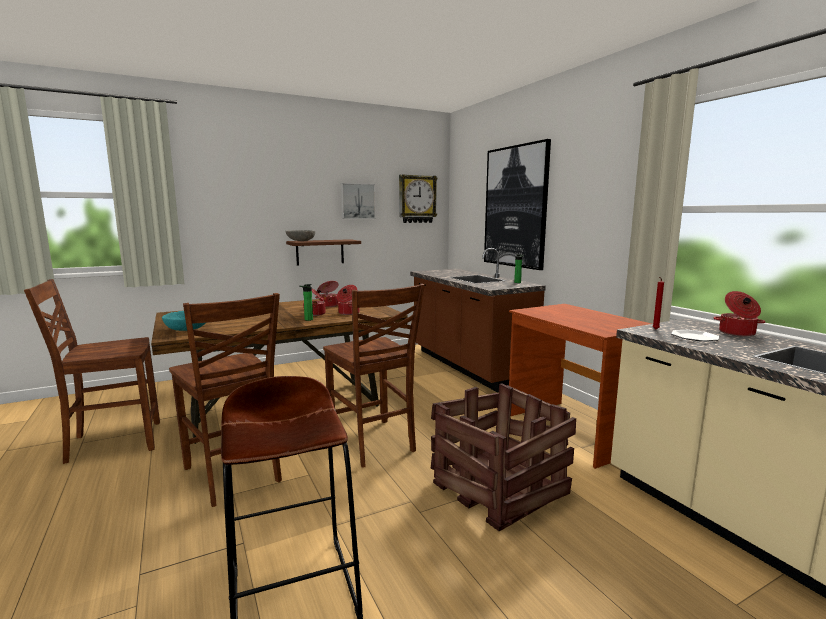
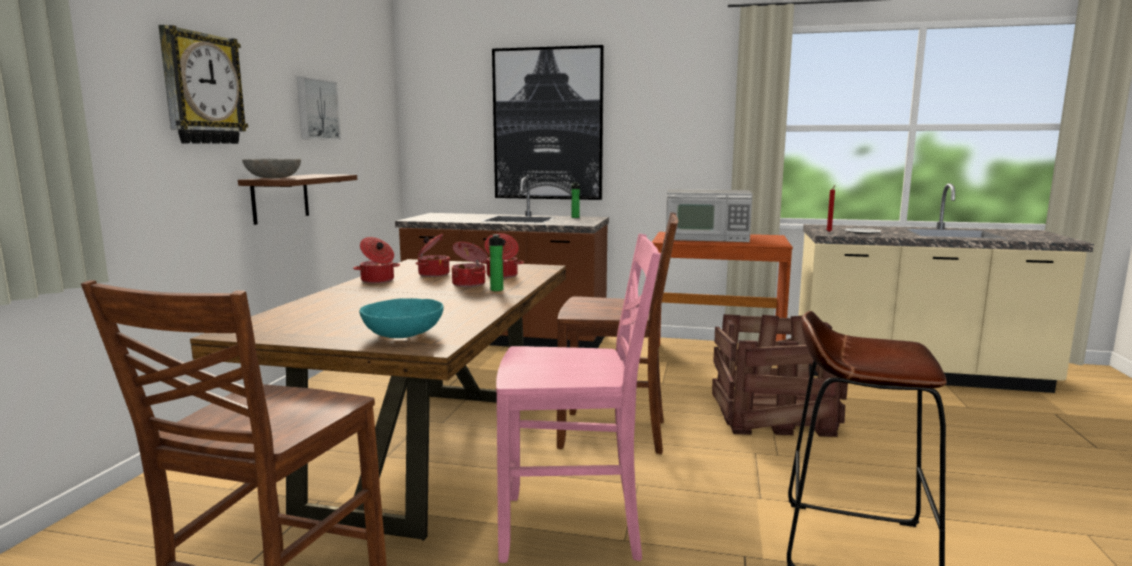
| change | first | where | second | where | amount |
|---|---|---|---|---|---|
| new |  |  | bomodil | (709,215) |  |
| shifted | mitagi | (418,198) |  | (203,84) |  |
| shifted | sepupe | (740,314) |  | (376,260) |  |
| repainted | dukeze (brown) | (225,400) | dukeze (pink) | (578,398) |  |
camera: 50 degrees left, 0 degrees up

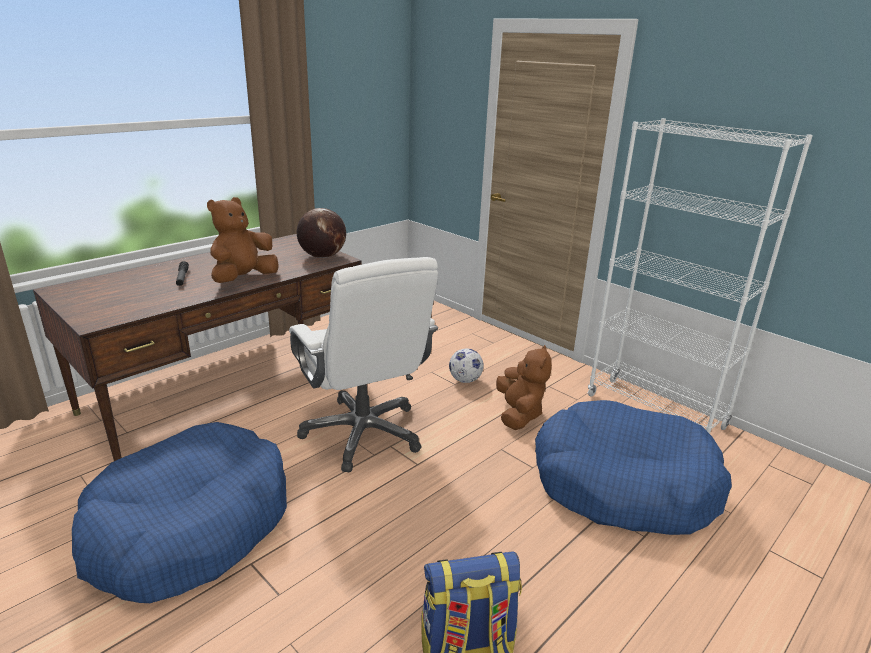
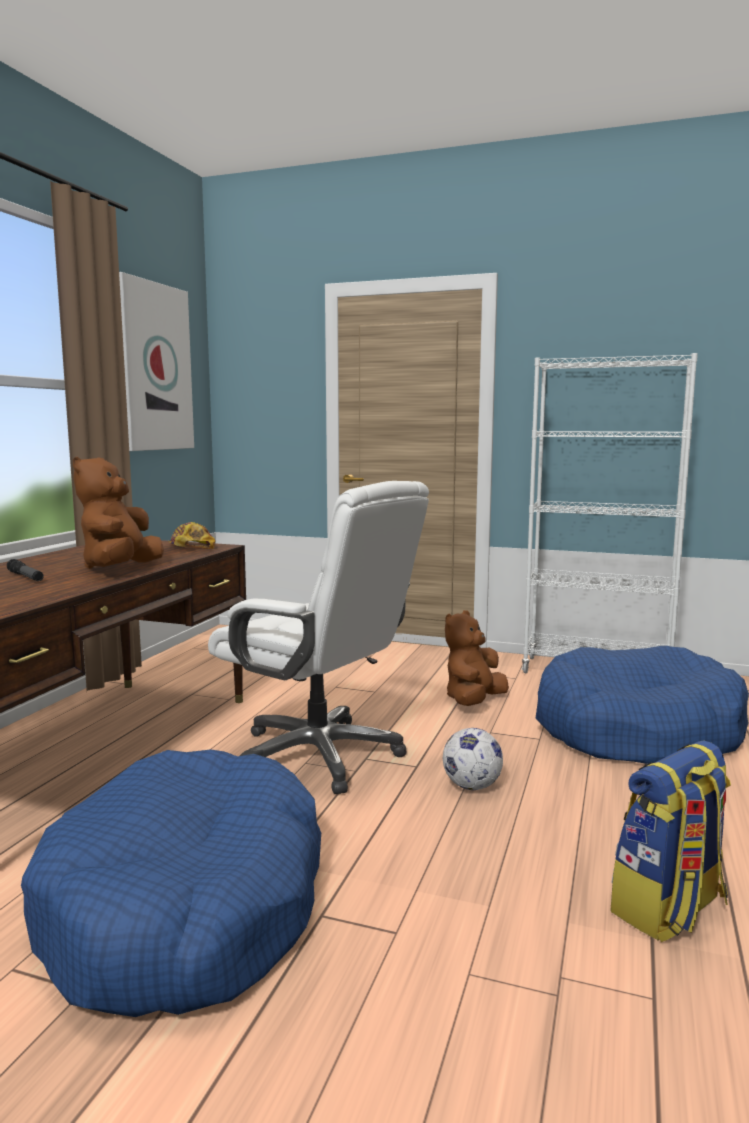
| change | first | where | second | where | amount |
|---|---|---|---|---|---|
| new |  |  | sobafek | (156,361) |  |
| shifted | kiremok | (466,365) |  | (473,759) |  |
| swapped | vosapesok | (321,233) | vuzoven | (191,535) |  |
| rotated | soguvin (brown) | (524,387) |  | (477,658) | 120 degrees counterclockwise |
camera: 25 degrees left, 15 degrees down

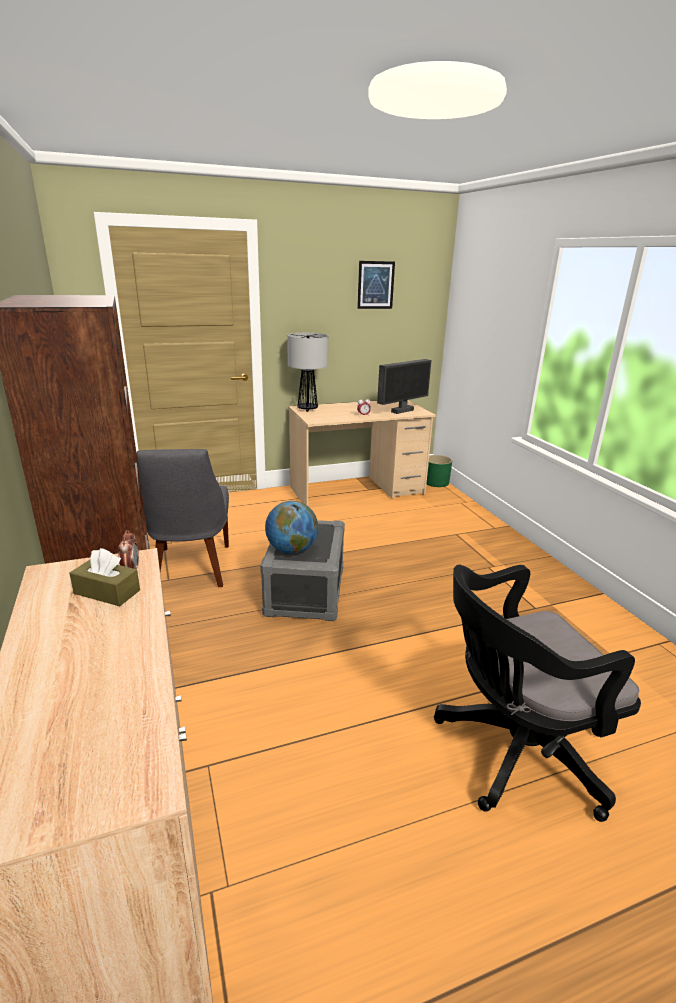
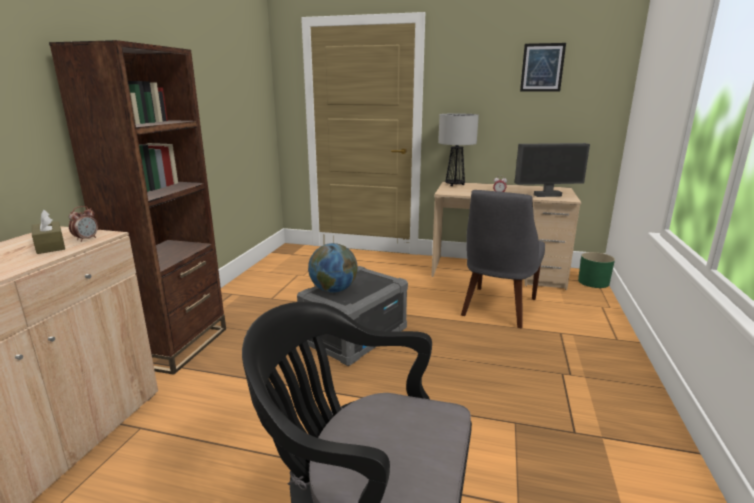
| change | first | where | second | where | amount |
|---|---|---|---|---|---|
| shifted | dukeze (grey) | (182,518) |  | (503,259) |  |
camera: 35 degrees right, 5 degrees down

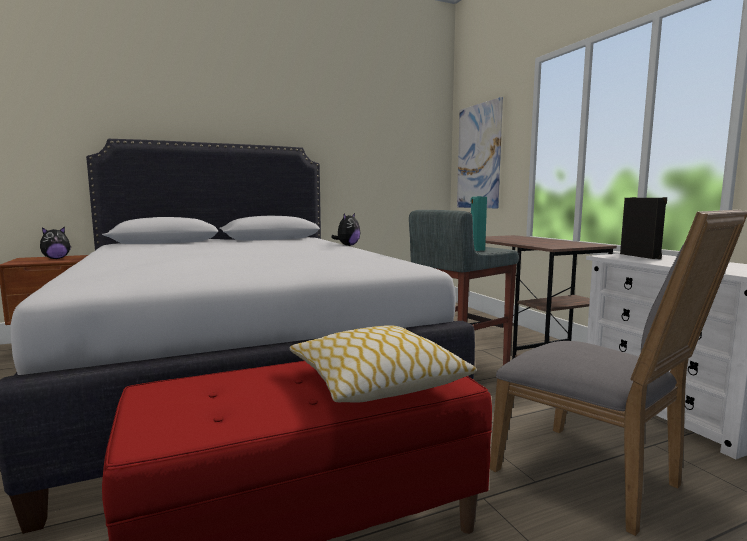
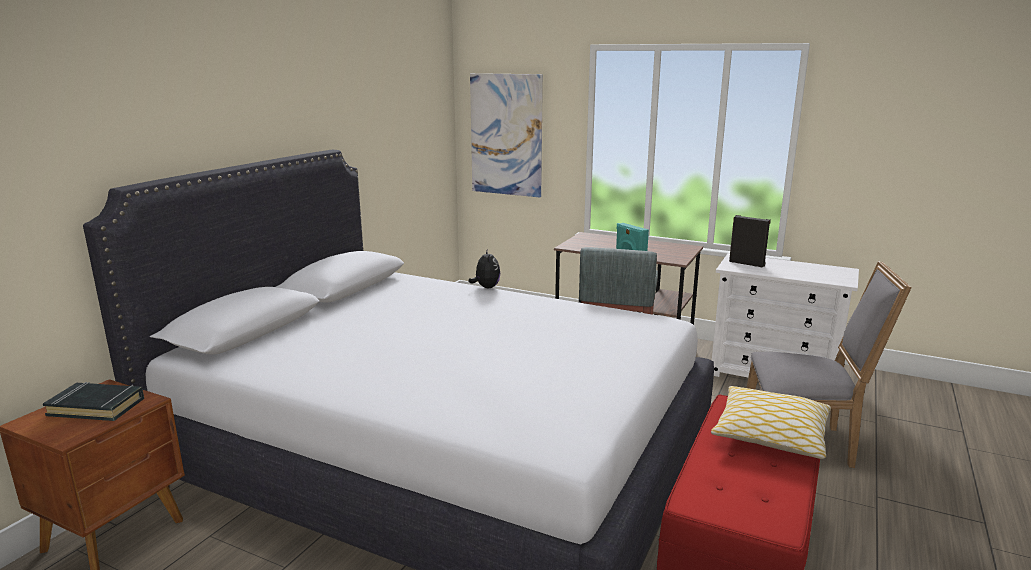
| change | first | where | second | where | amount |
|---|---|---|---|---|---|
| swapped | soguvin | (55,243) | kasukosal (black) | (93,401) |  |
camera: 40 degrees left, 10 degrees up

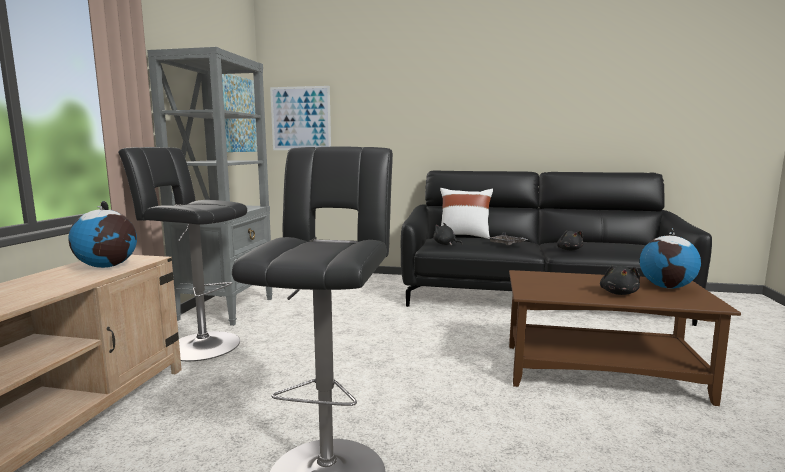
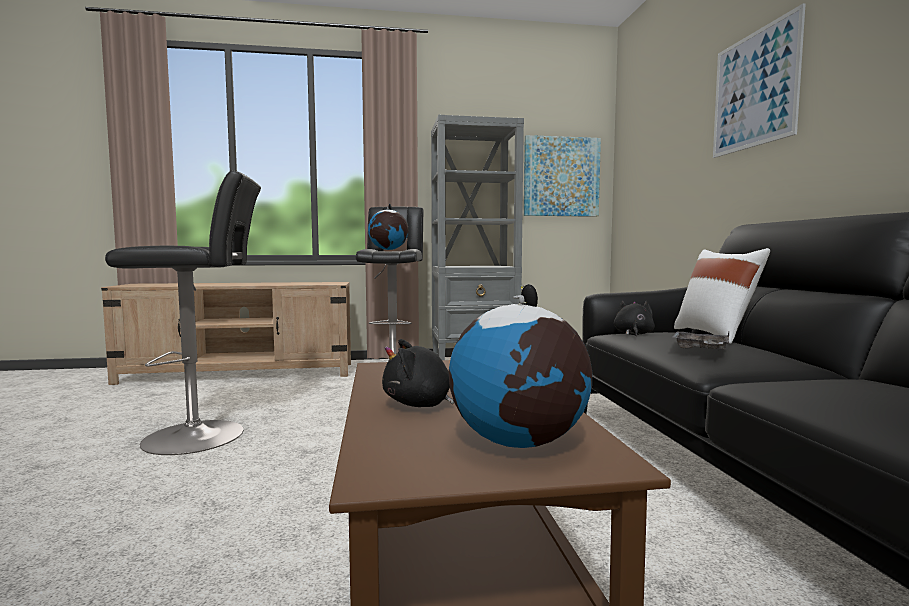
| change | first | where | second | where | amount |
|---|---|---|---|---|---|
| gone | soguvin (black) | (570,240) |  |  |  |
| shifted | vosapesok | (102,234) |  | (388,227) |  |
| shifted | sobafek | (300,118) |  | (759,80) |  |
camera: 70 degrees right, 5 degrees down

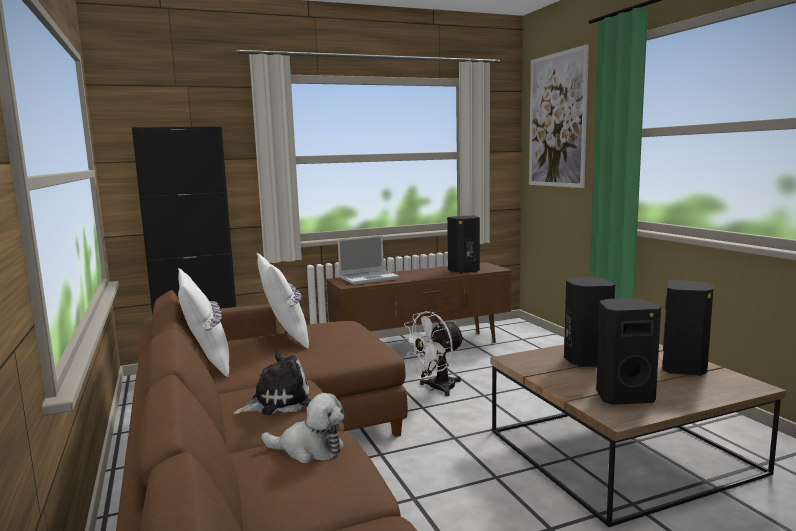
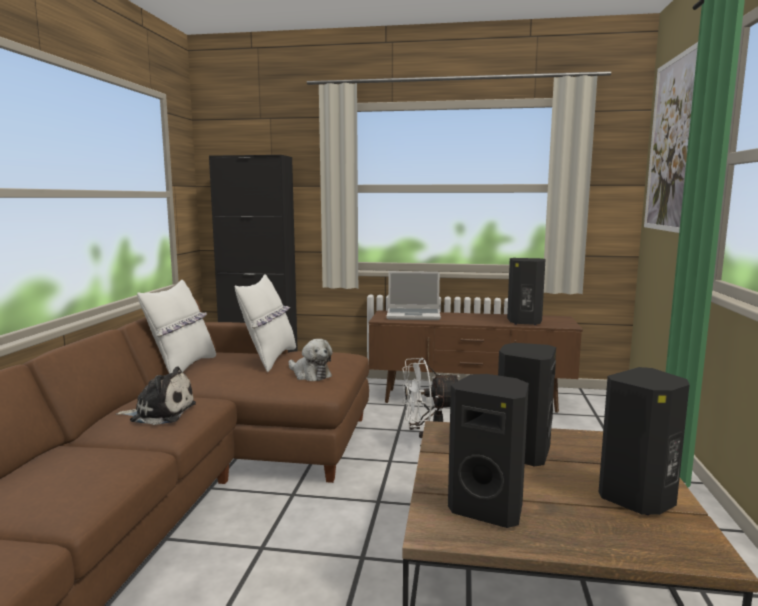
| change | first | where | second | where | amount |
|---|---|---|---|---|---|
| shifted | soguvin | (303,428) |  | (311,360) |  |
camera: 30 degrees right, 0 degrees up

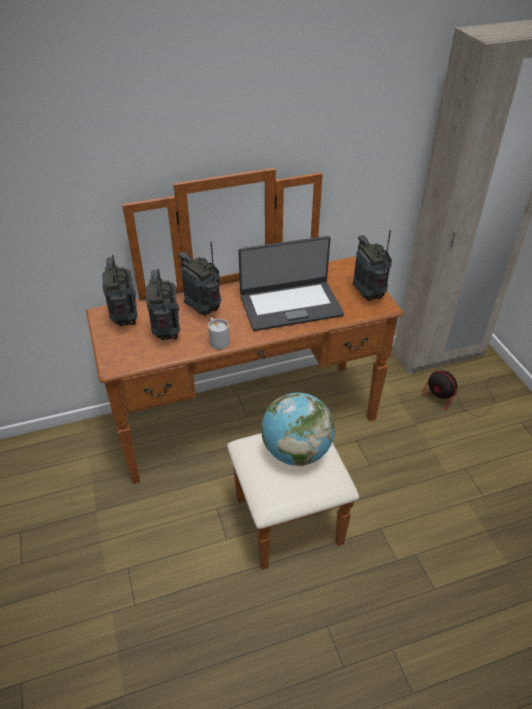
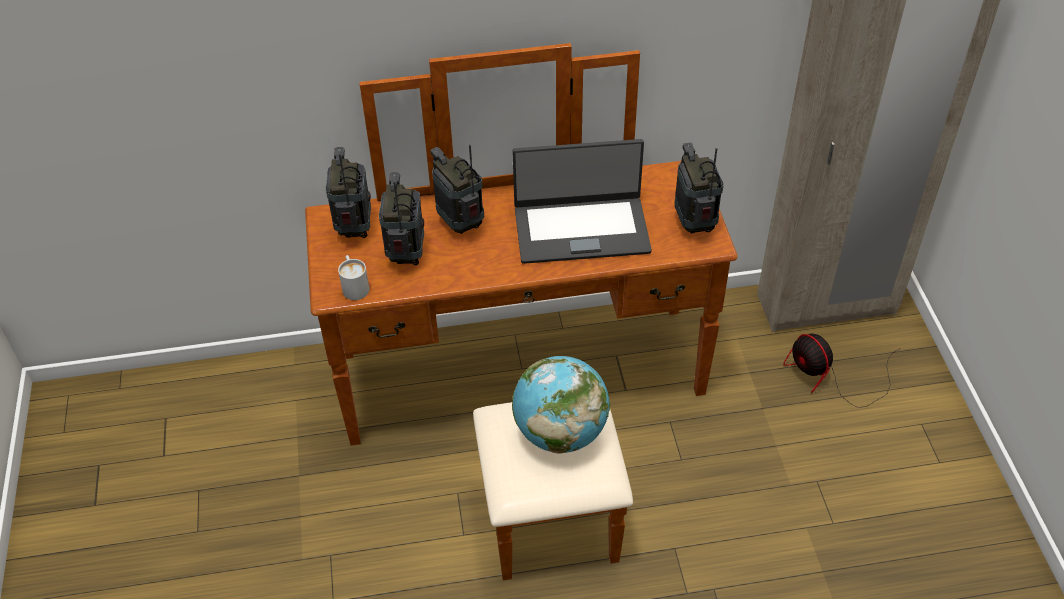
| change | first | where | second | where | amount |
|---|---|---|---|---|---|
| shifted | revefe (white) | (218,333) |  | (353,277) |  |
camera: 10 degrees right, 5 degrees up

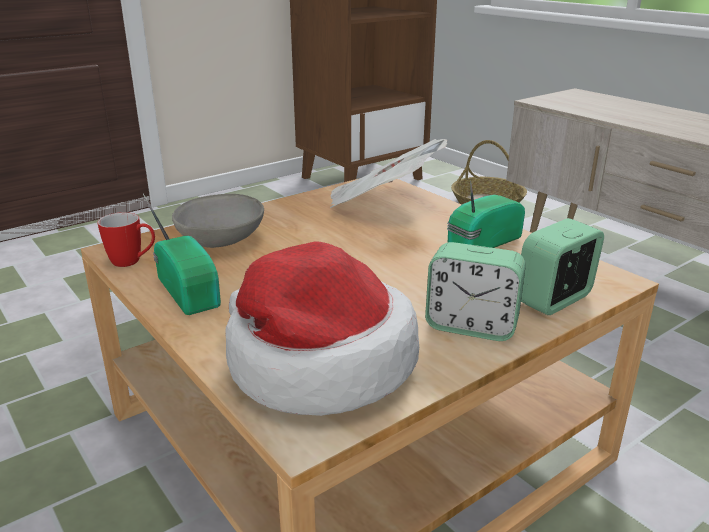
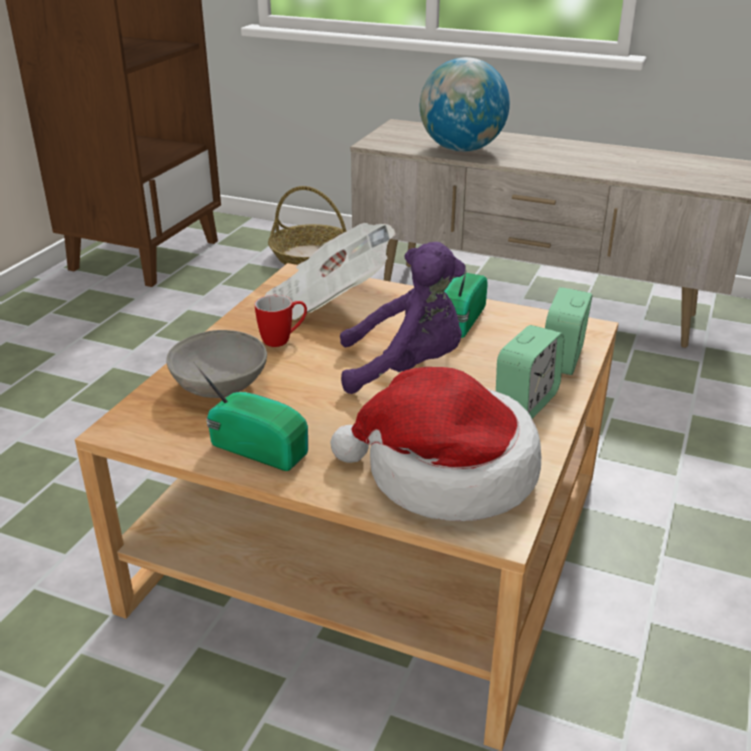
| change | first | where | second | where | amount |
|---|---|---|---|---|---|
| new |  |  | soguvin (purple) | (403,318) |  |
| new |  |  | vosapesok | (465,104) |  |
| shifted | revefe | (126,239) |  | (281,321) |  |
| rotated | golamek | (475,291) |  | (530,372) | 45 degrees counterclockwise |
camera: 30 degrees left, 5 degrees up

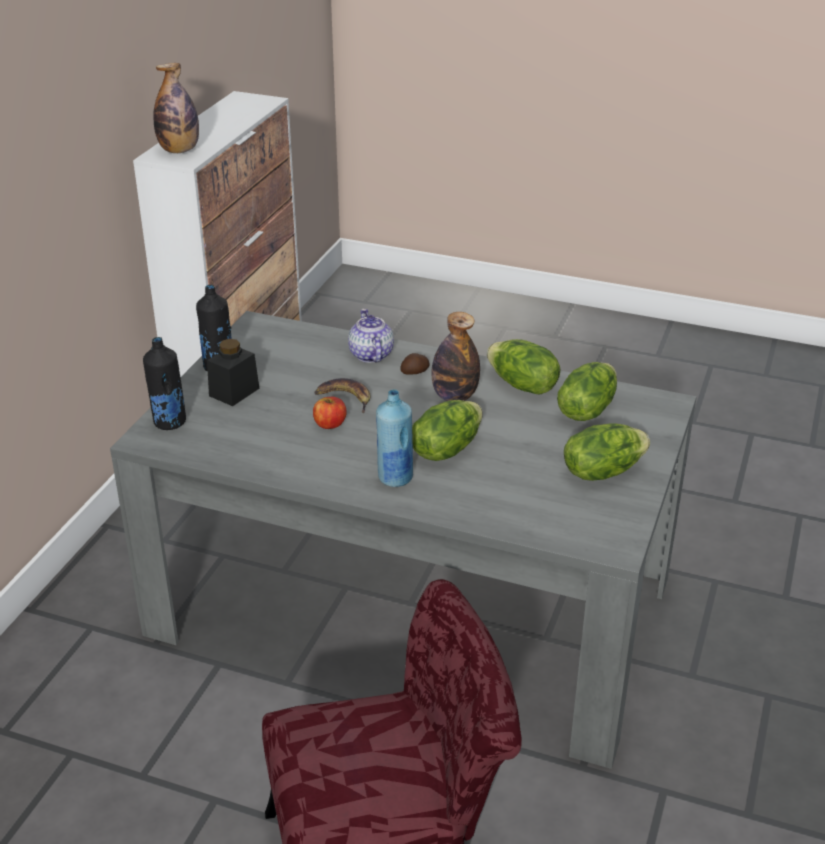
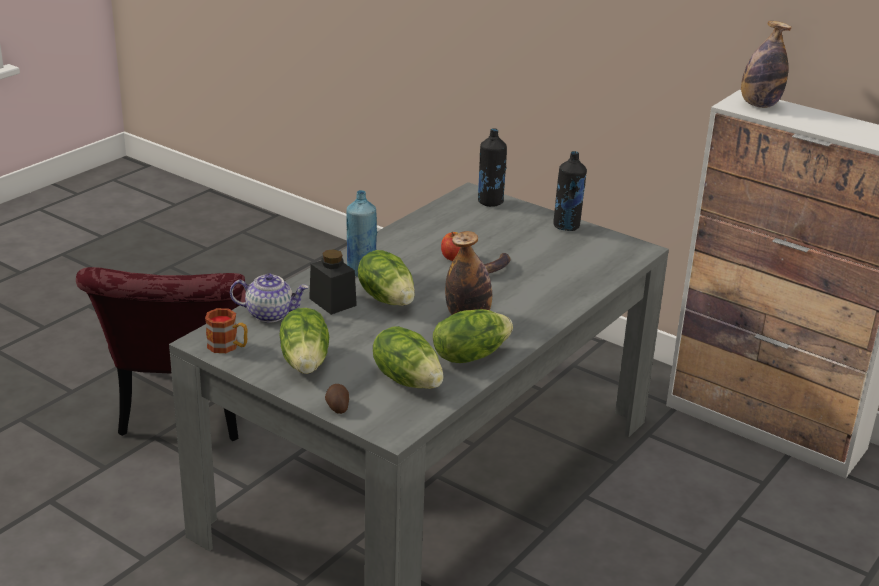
| change | first | where | second | where | amount |
|---|---|---|---|---|---|
| new |  |  | revefe | (226,330) |  |
| shifted | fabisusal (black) | (233,372) |  | (333,282) |  |
| shifted | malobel | (371,336) |  | (269,298) |  |
| shifted | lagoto | (414,364) |  | (337,399) |  |
camera: 105 degrees right, 5 degrees down

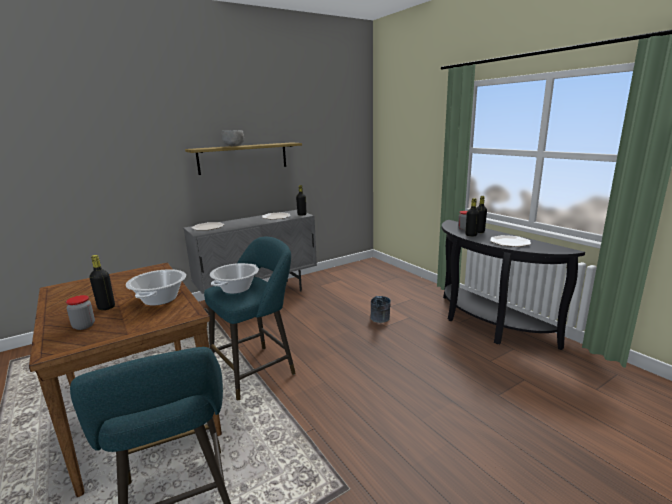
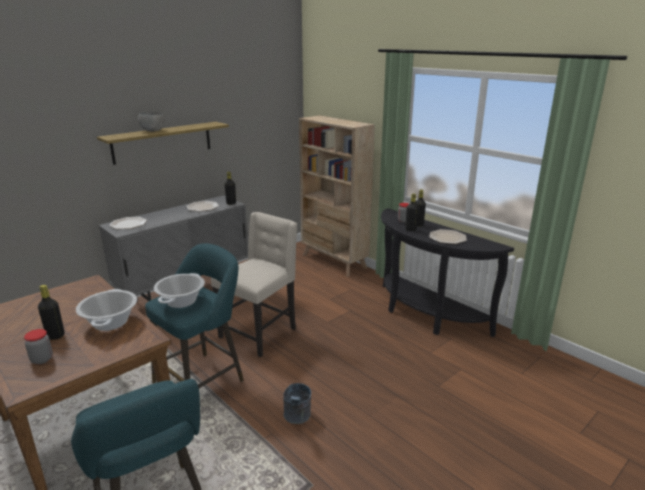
| change | first | where | second | where | amount |
|---|---|---|---|---|---|
| new |  |  | dukeze (beige) | (254,284) |  |
| new |  |  | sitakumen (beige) | (337,196) |  |
| shifted | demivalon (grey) | (380,309) |  | (297,403) |  |
camera: 10 degrees left, 5 degrees up

